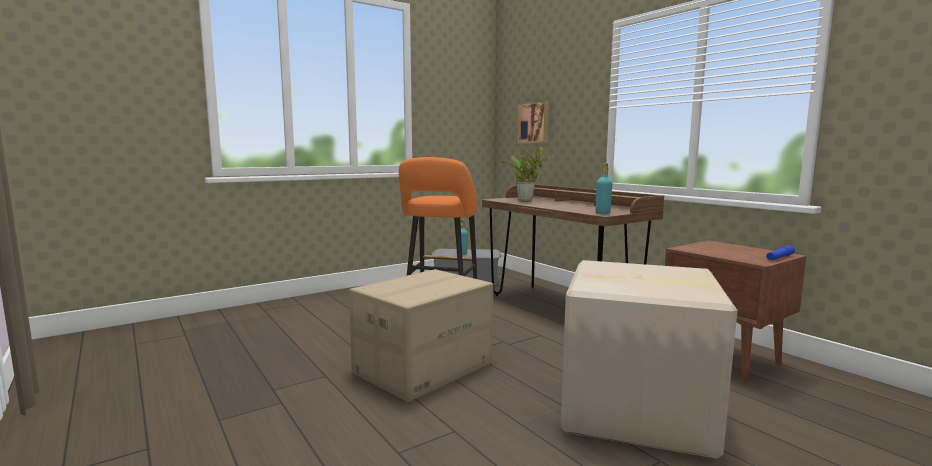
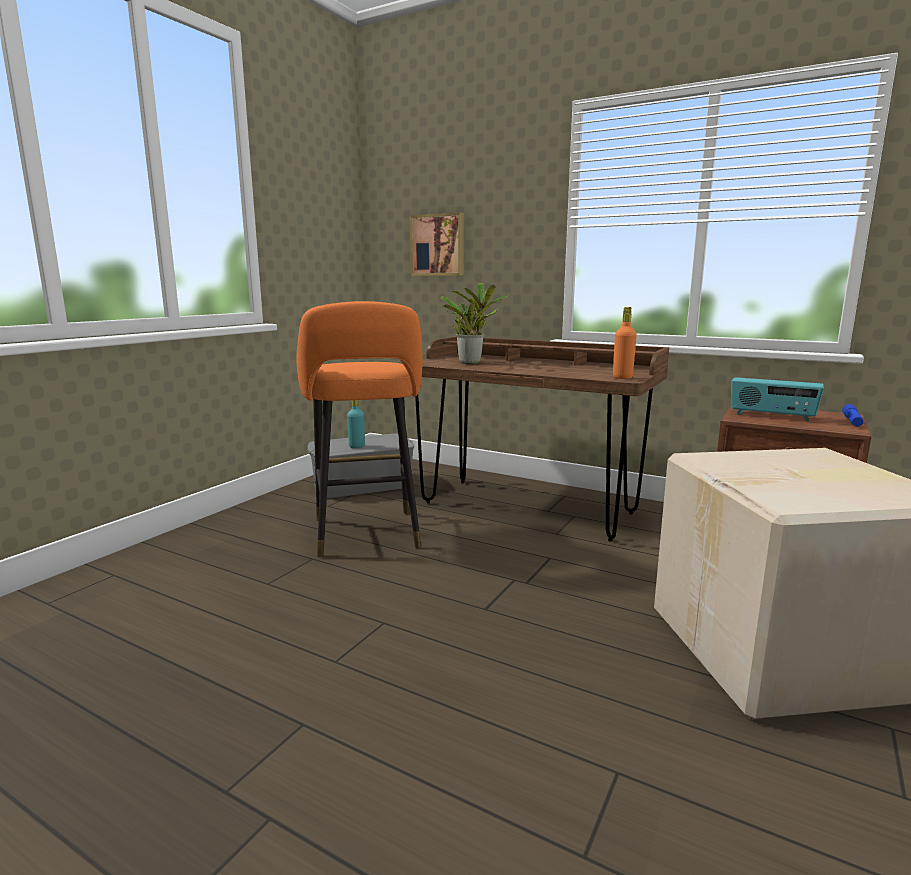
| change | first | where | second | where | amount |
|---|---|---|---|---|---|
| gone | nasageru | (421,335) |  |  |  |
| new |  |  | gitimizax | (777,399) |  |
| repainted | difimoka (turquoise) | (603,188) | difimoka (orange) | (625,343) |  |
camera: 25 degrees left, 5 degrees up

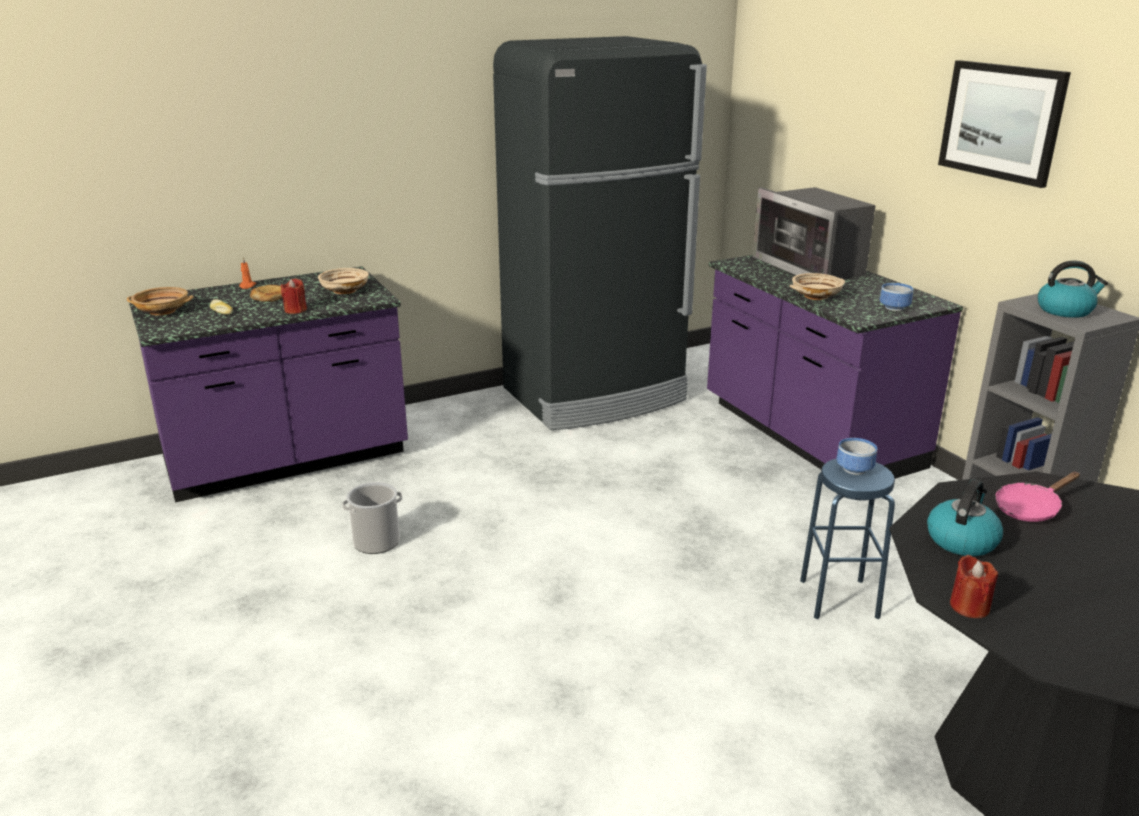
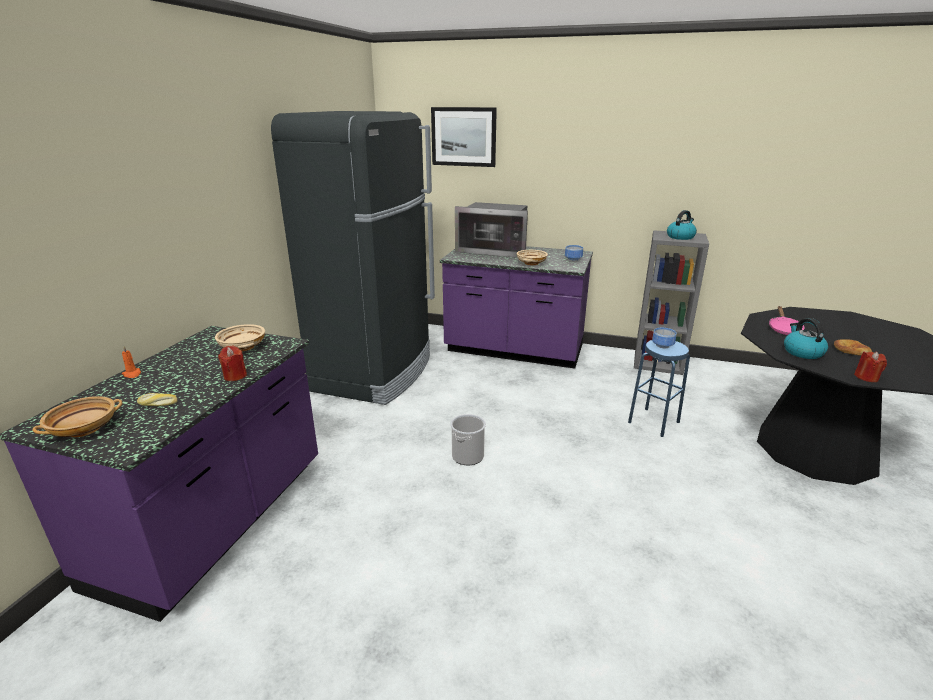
| change | first | where | second | where | amount |
|---|---|---|---|---|---|
| shifted | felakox | (266,293) |  | (853,347) |  |
| shifted | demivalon | (372,518) |  | (468,439) |  |
| shifted | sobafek | (1004,124) |  | (464,137) |  |
camera: 45 degrees left, 0 degrees up

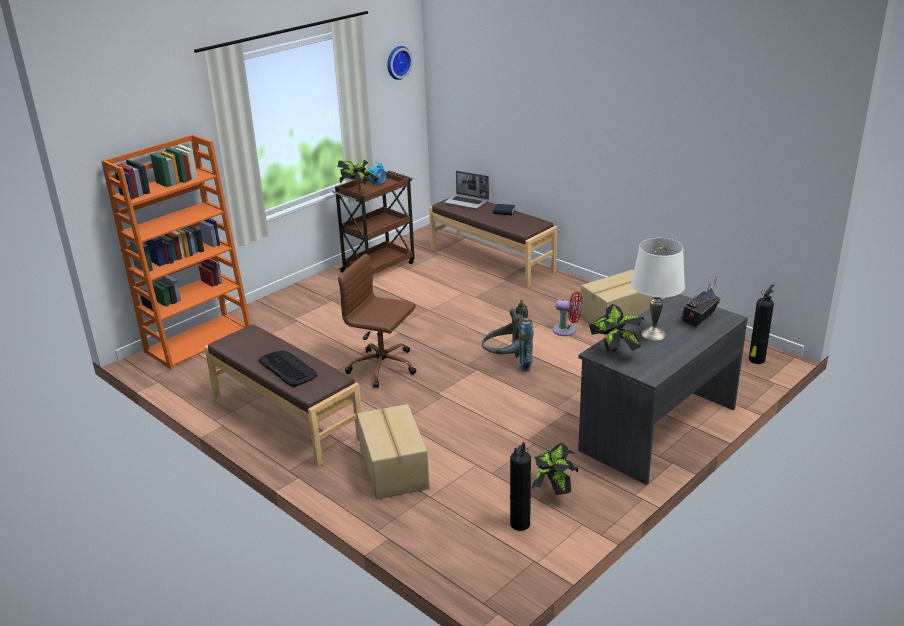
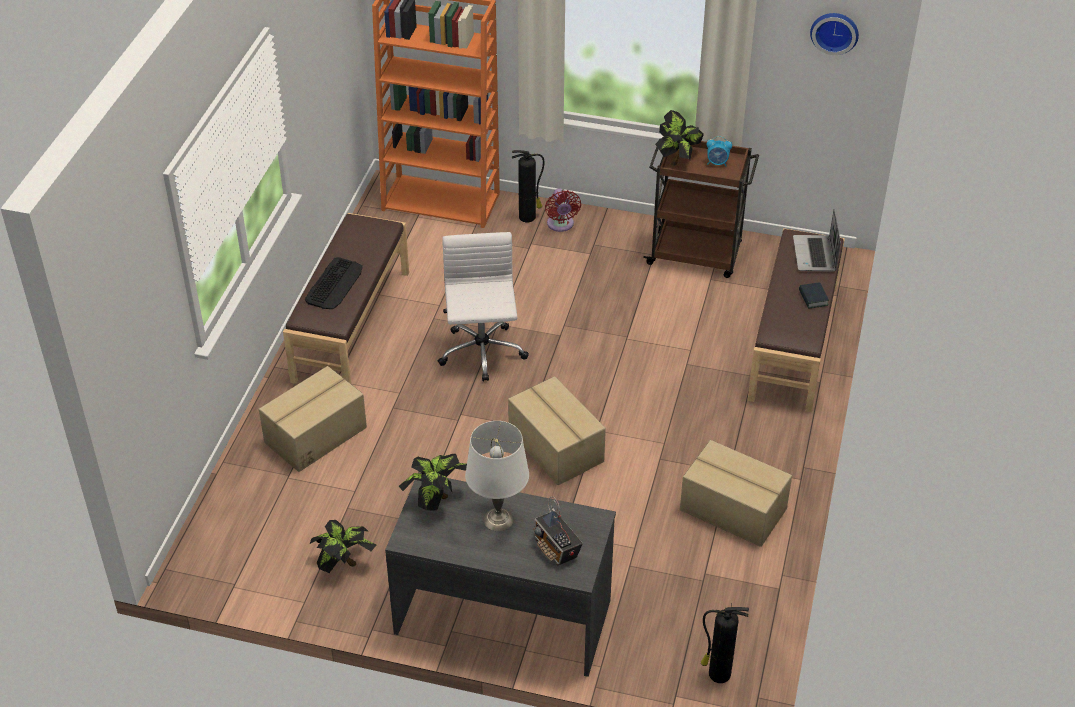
| change | first | where | second | where | amount |
|---|---|---|---|---|---|
| shifted | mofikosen | (520,486) |  | (528,186) |  |
| shifted | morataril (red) | (567,314) |  | (563,210) |  |
| swapped | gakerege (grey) | (508,336) | nasageru | (557,430) |  |
| repainted | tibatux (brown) | (377,320) | tibatux (white) | (483,307) |  |
| rotated | gitimizax | (700,302) |  | (558,531) | 135 degrees counterclockwise |
camera: 60 degrees right, 15 degrees up

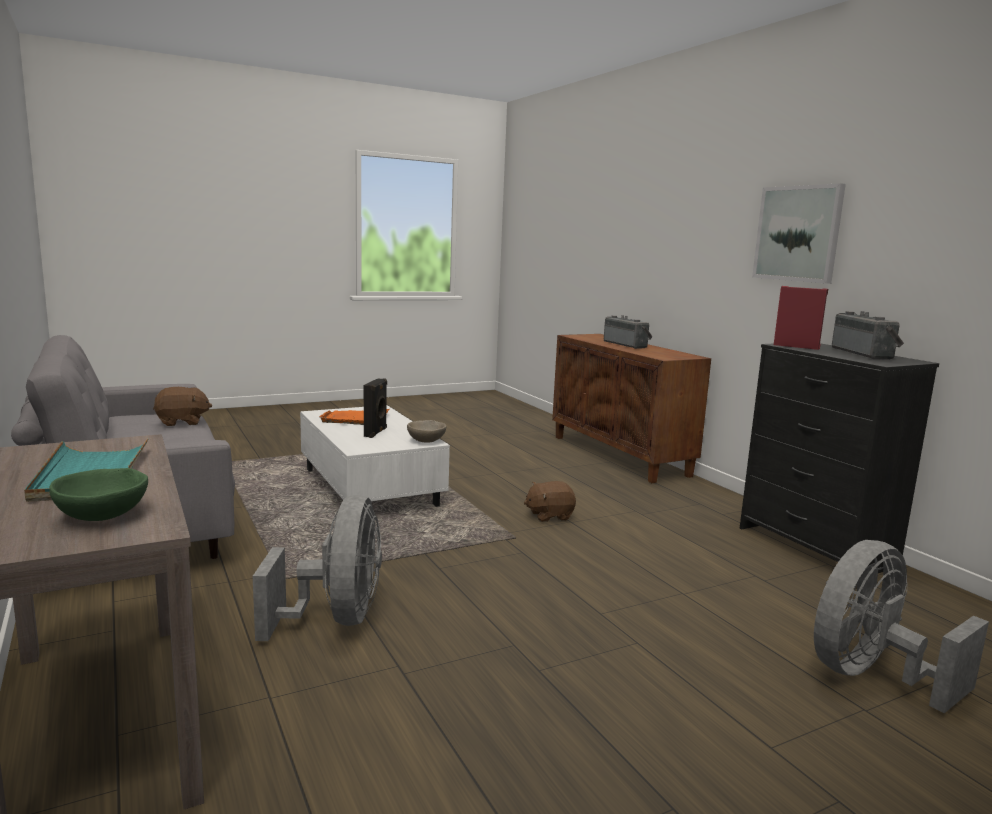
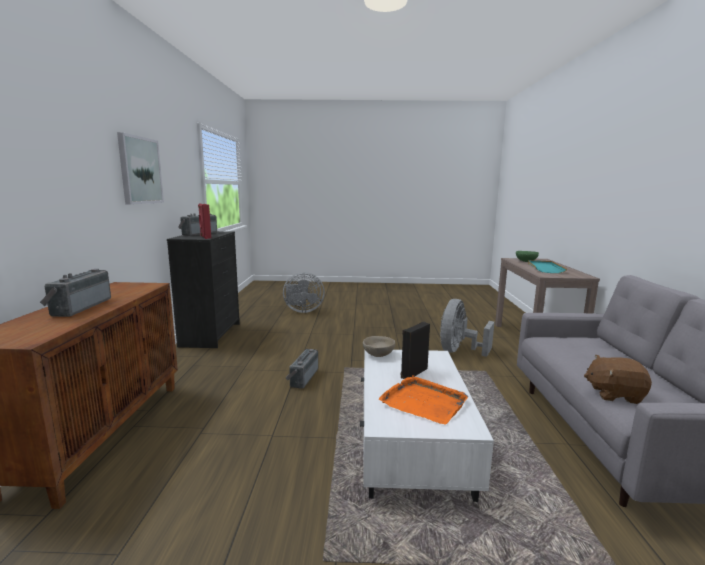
| change | first | where | second | where | amount |
|---|---|---|---|---|---|
| swapped | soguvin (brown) | (550,501) | gitimizax | (302,369) |  |
camera: 150 degrees left, 0 degrees up

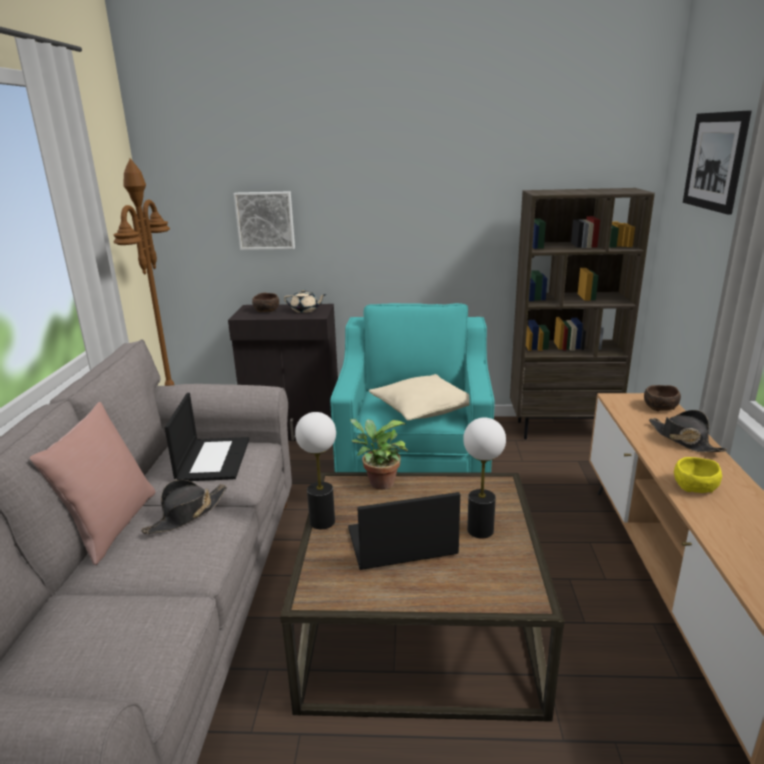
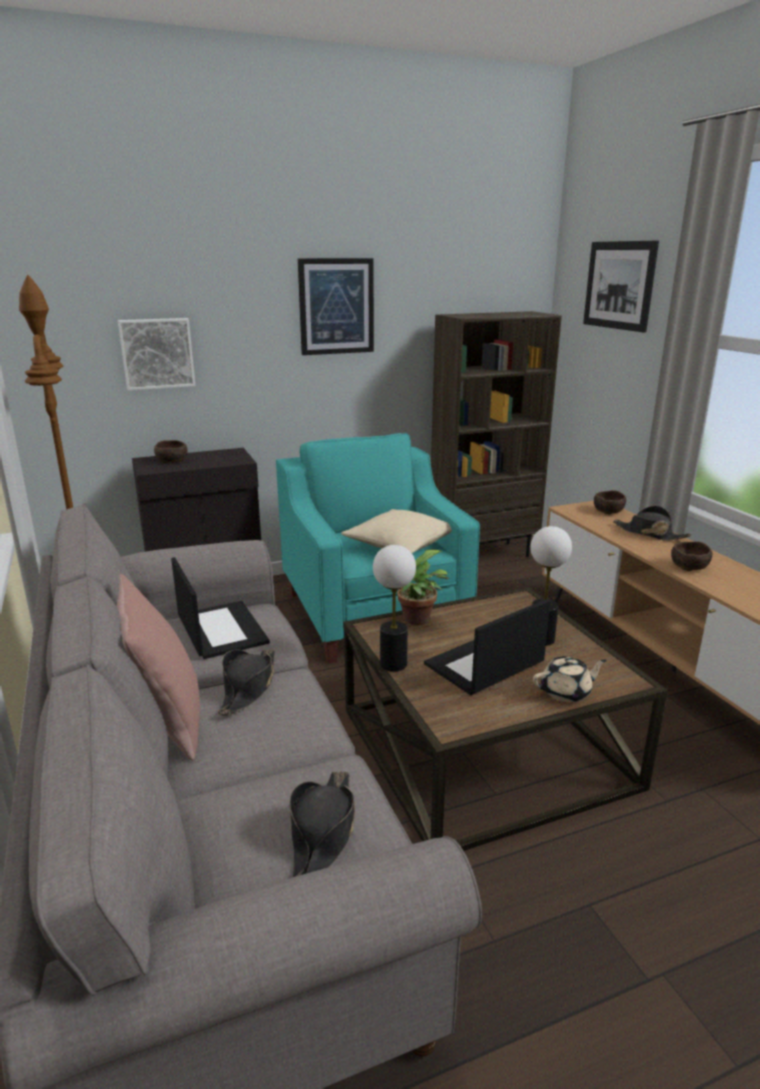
| change | first | where | second | where | amount |
|---|---|---|---|---|---|
| new |  |  | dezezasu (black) | (322,824) |  |
| new |  |  | sobafek | (336,306) |  |
| shifted | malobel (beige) | (305,301) |  | (570,679) |  |
| repainted | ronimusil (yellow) | (698,475) | ronimusil (brown) | (691,556) |  |
camera: 25 degrees left, 0 degrees up

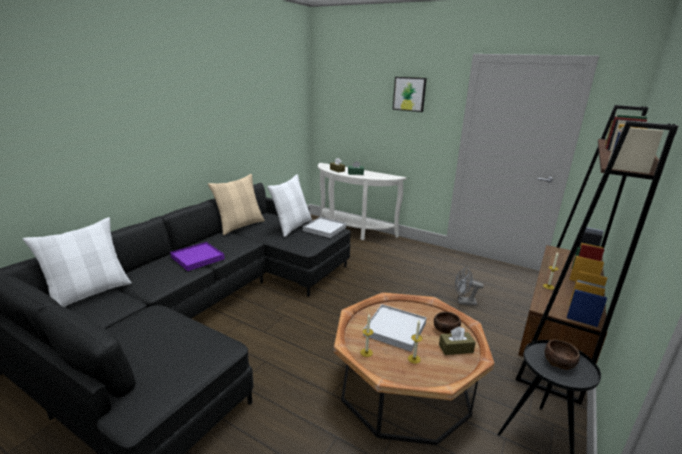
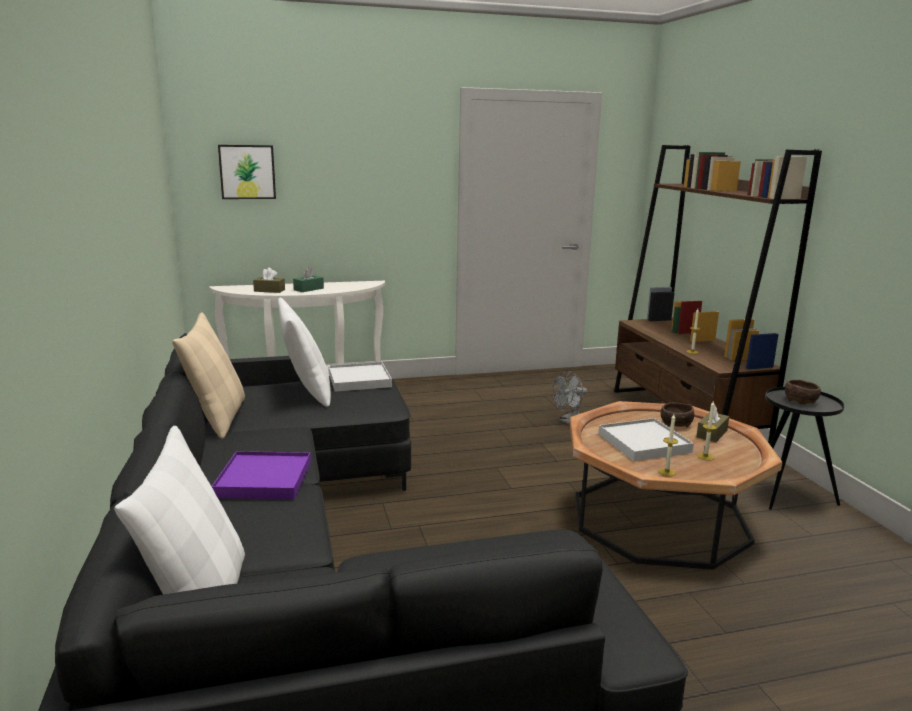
| change | first | where | second | where | amount |
|---|---|---|---|---|---|
| shifted | sobafek | (410,94) |  | (247,172) |  |
camera: 45 degrees left, 5 degrees down

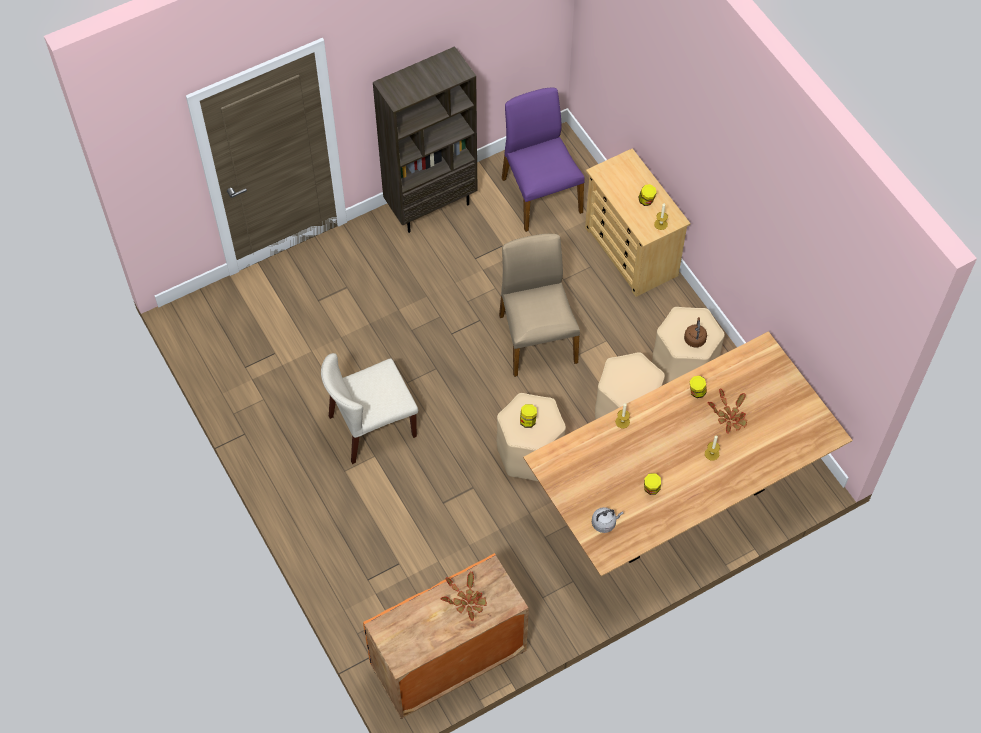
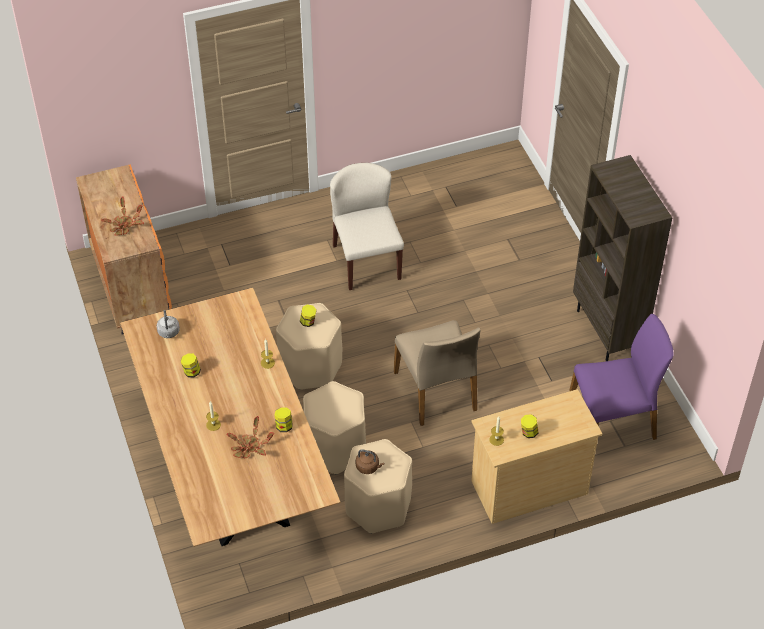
| change | first | where | second | where | amount |
|---|---|---|---|---|---|
| rotated | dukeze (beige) | (539,305) |  | (437,373) | 75 degrees clockwise |
camera: 100 degrees right, 10 degrees down

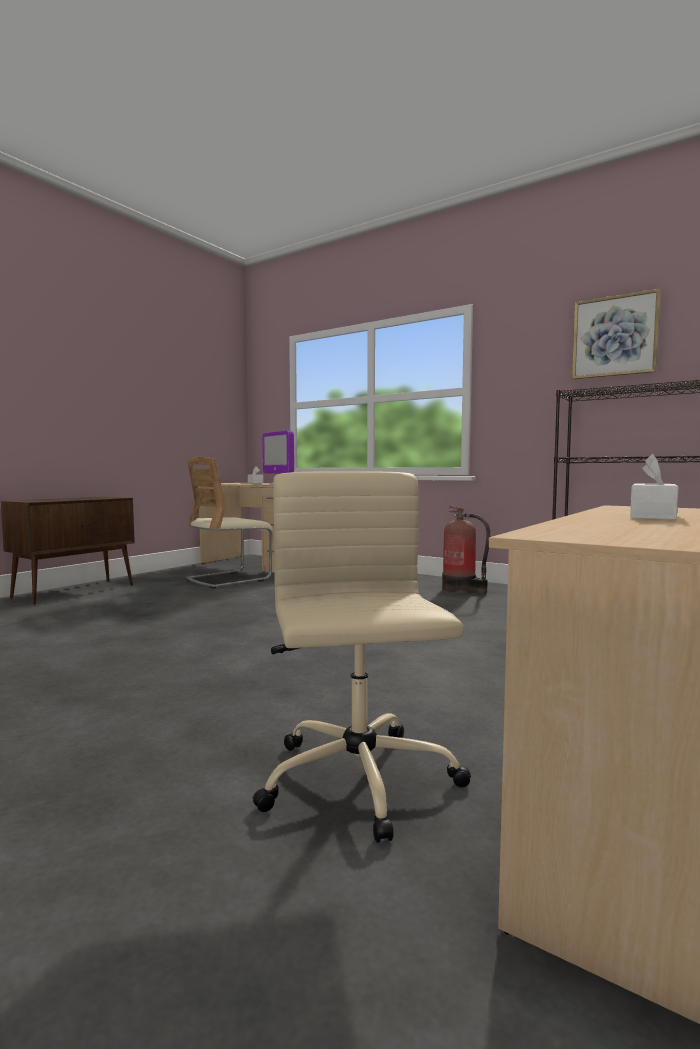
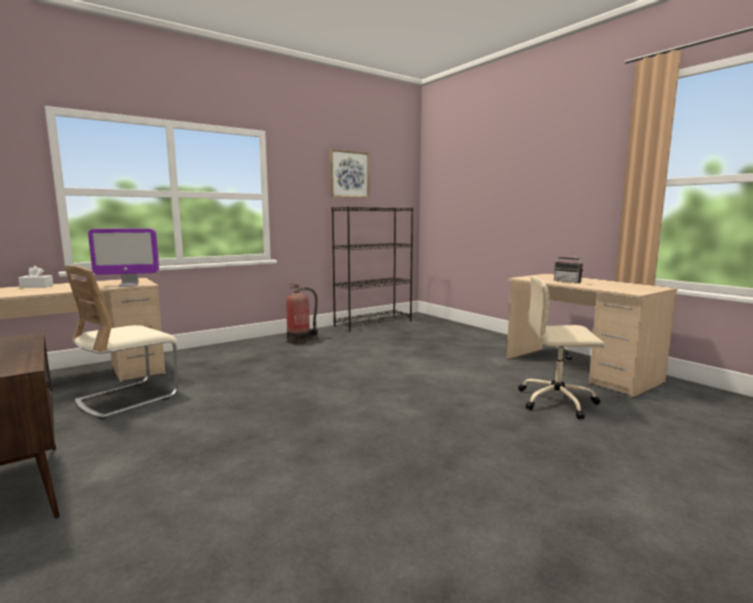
| change | first | where | second | where | amount |
|---|---|---|---|---|---|
| swapped | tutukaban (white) | (654,487) | gitimizax | (568,268) |  |
| rotated | dukeze (beige) | (229,523) |  | (121,342) | 60 degrees clockwise |
camera: 70 degrees left, 5 degrees up

